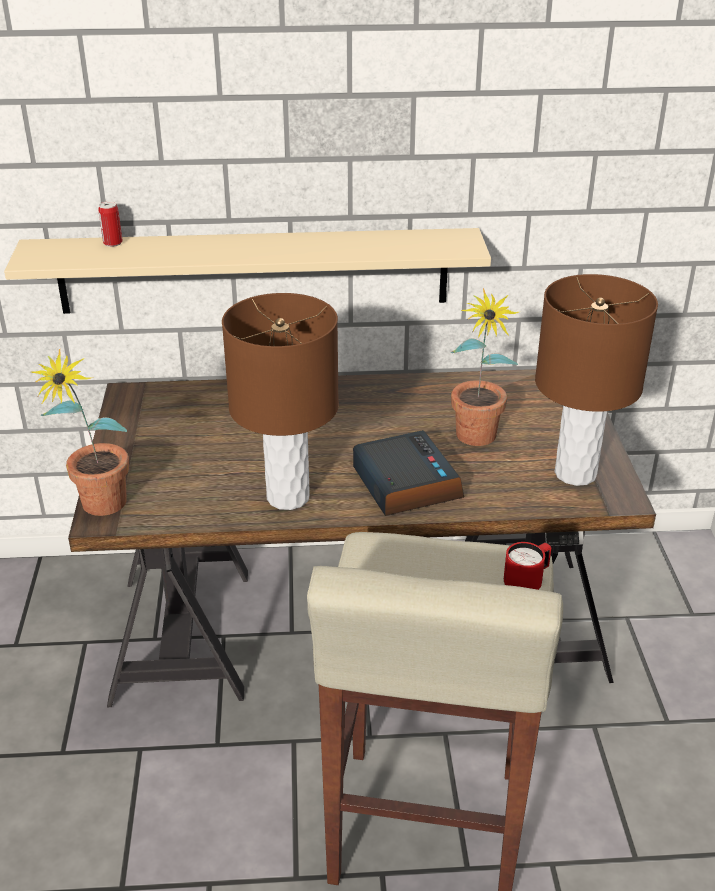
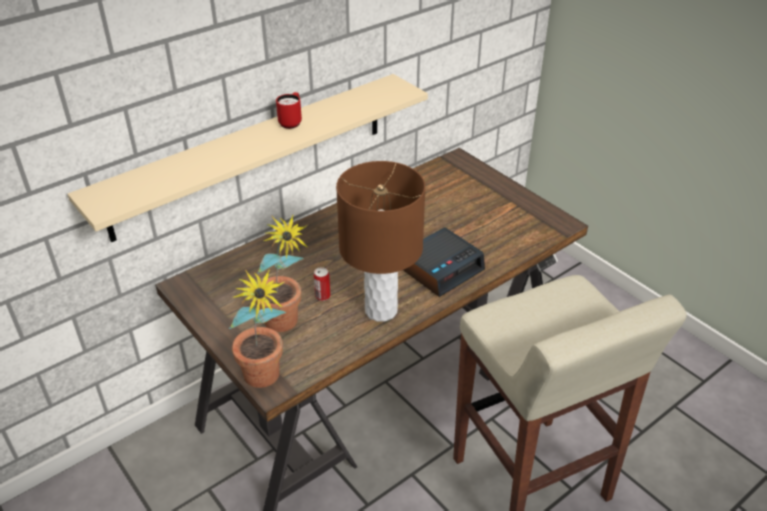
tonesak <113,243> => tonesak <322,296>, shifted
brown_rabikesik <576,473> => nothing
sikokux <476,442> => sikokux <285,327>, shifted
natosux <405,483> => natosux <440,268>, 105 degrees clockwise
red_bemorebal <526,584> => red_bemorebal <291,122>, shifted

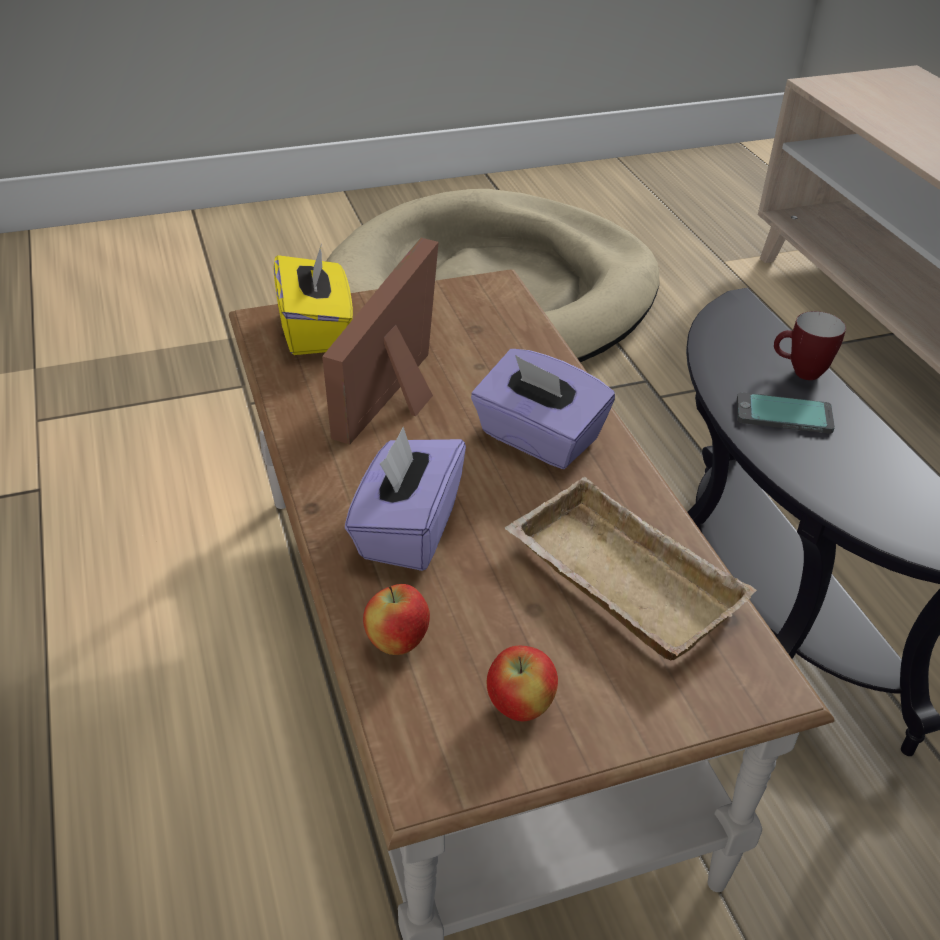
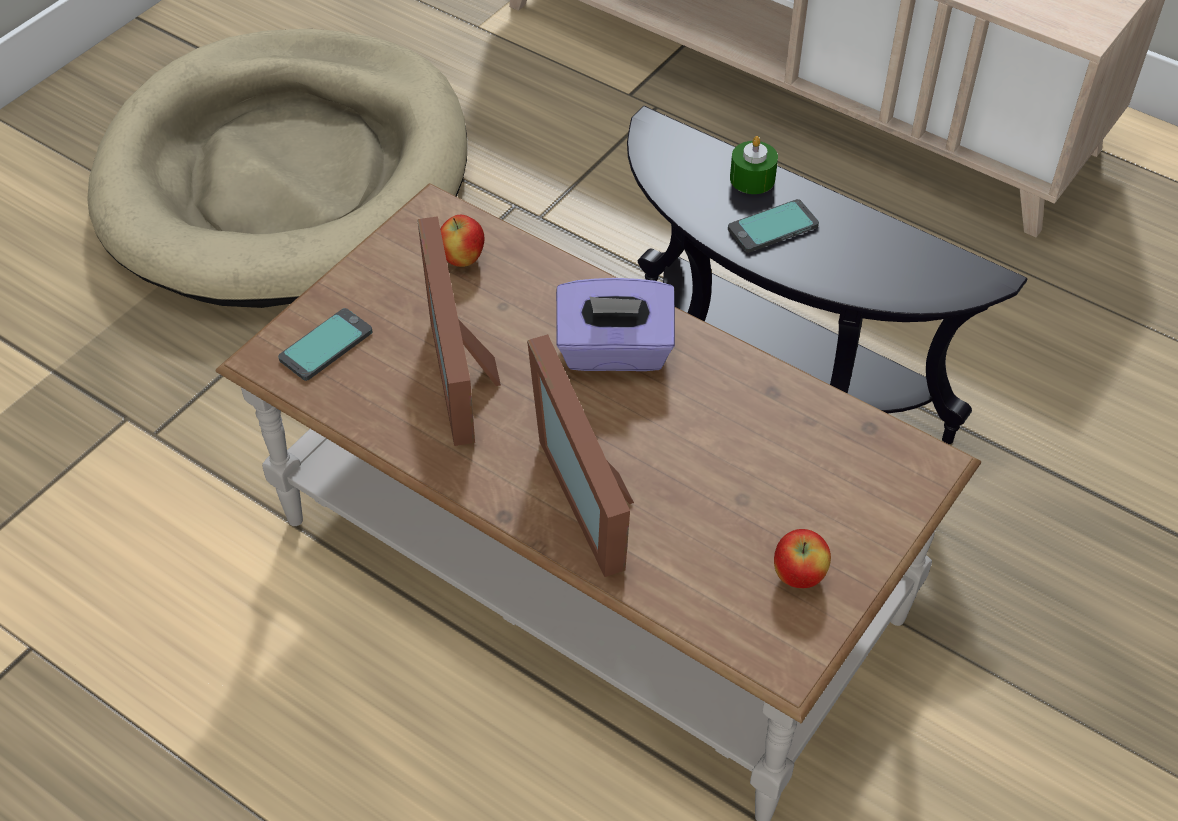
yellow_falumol <316,330> => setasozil <325,345>
bemorebal <799,373> => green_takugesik <752,178>
purple_falumol <407,529> => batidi <595,490>
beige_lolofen <615,581> => nothing
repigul <397,643> => repigul <462,259>, shifted

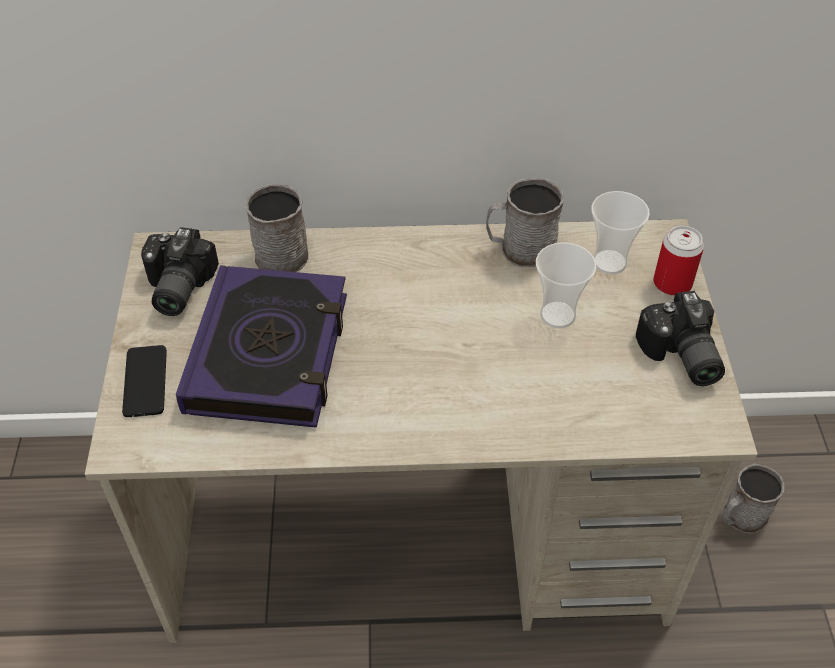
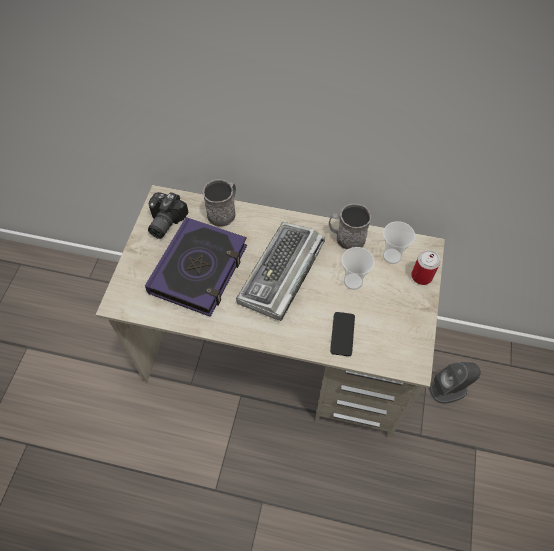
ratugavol <679,357> => nothing
setasozil <145,381> => setasozil <342,334>, shifted
grey_bemorebal <740,517> => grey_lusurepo <448,389>
nothing => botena <281,274>

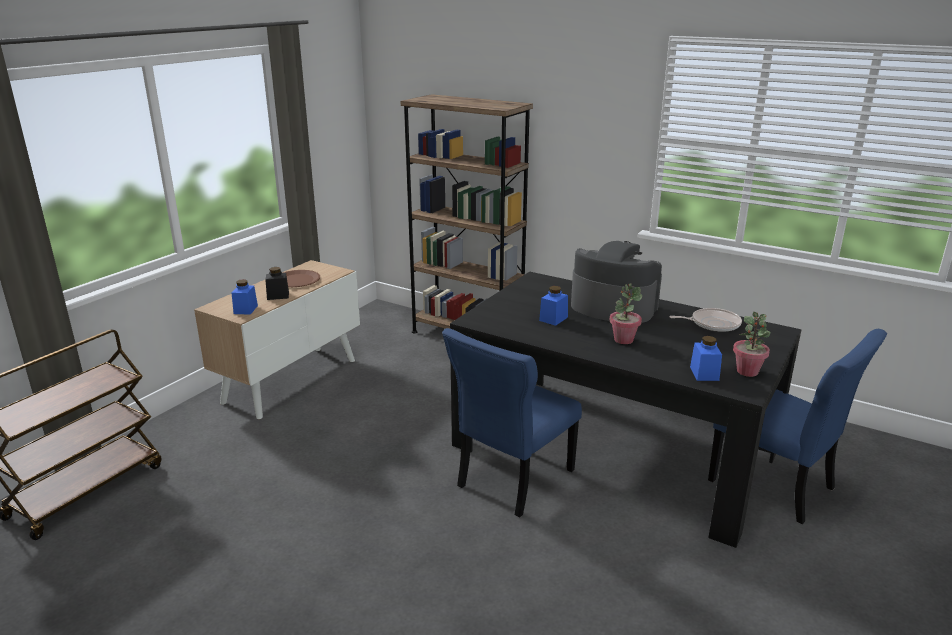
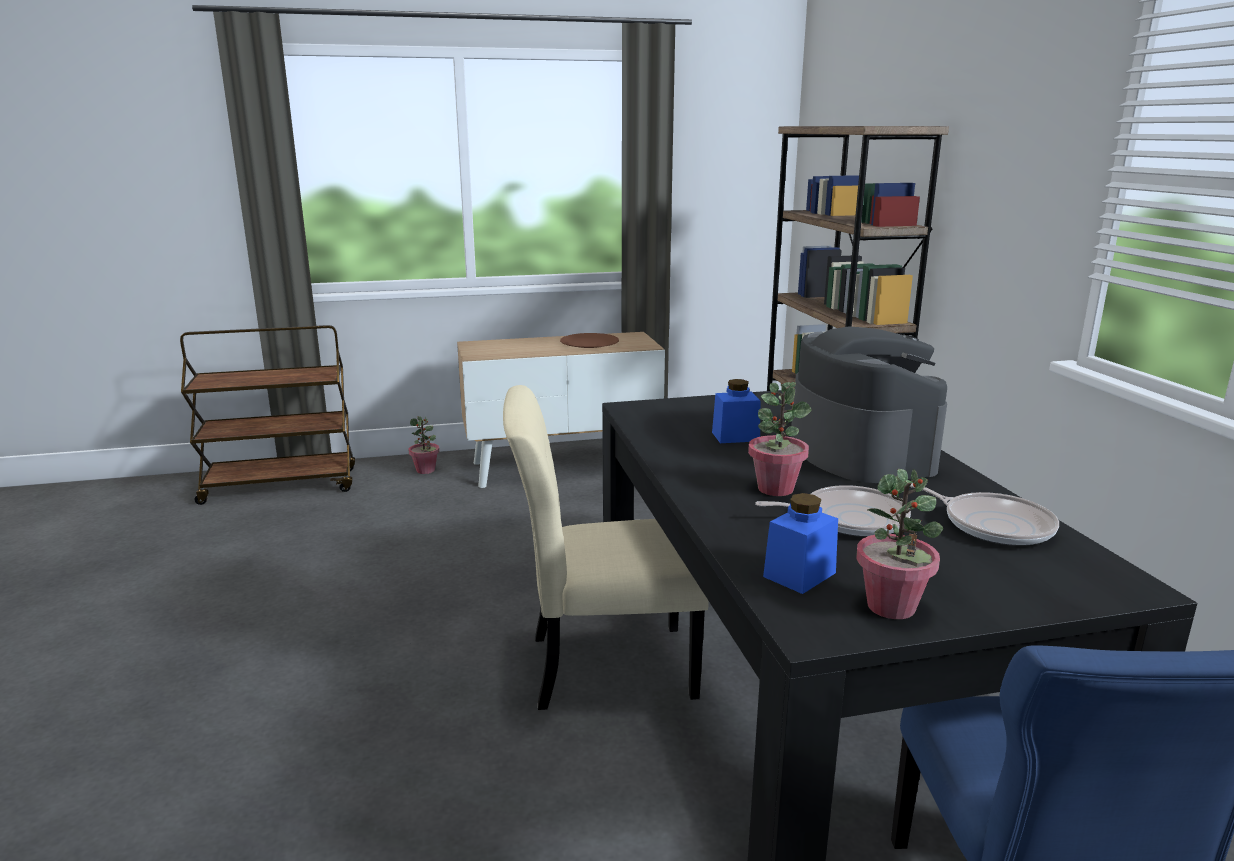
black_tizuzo <278,296> => nothing
blue_tizuzo <245,309> => nothing
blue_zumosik <512,480> => beige_zumosik <603,666>
nothing => sikokux <426,470>
nothing => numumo <848,519>

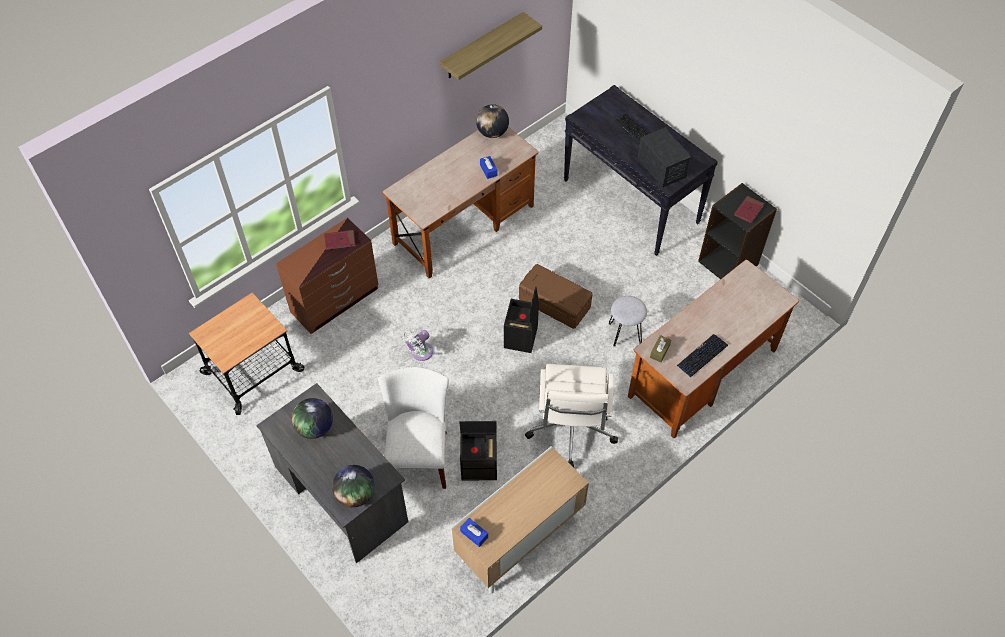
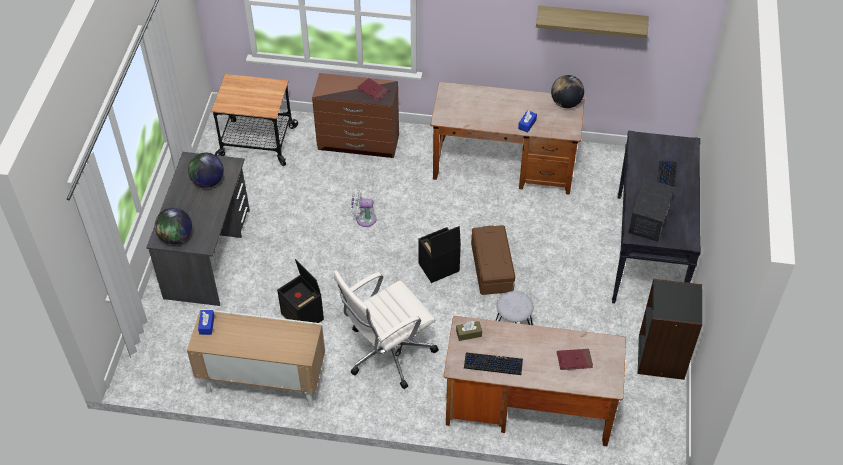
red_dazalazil <748,210> => red_dazalazil <574,360>, shifted
white_zumosik <419,454> => nothing

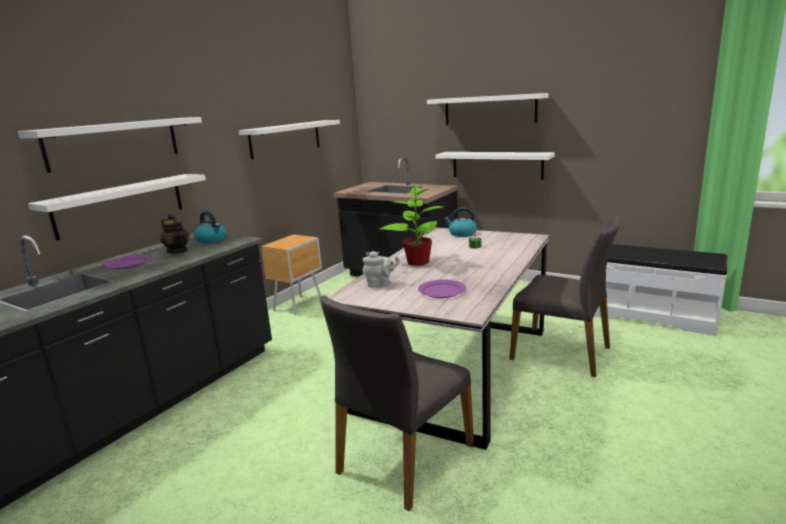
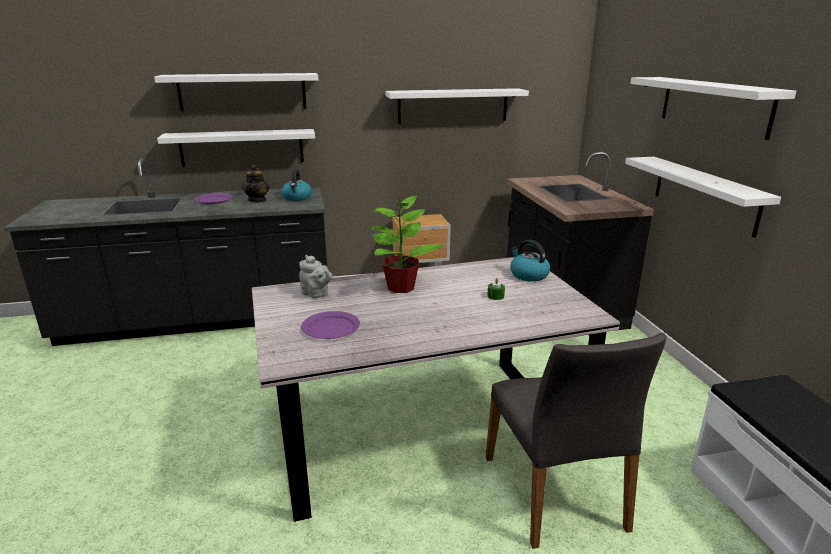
grey_zumosik <403,458> => nothing

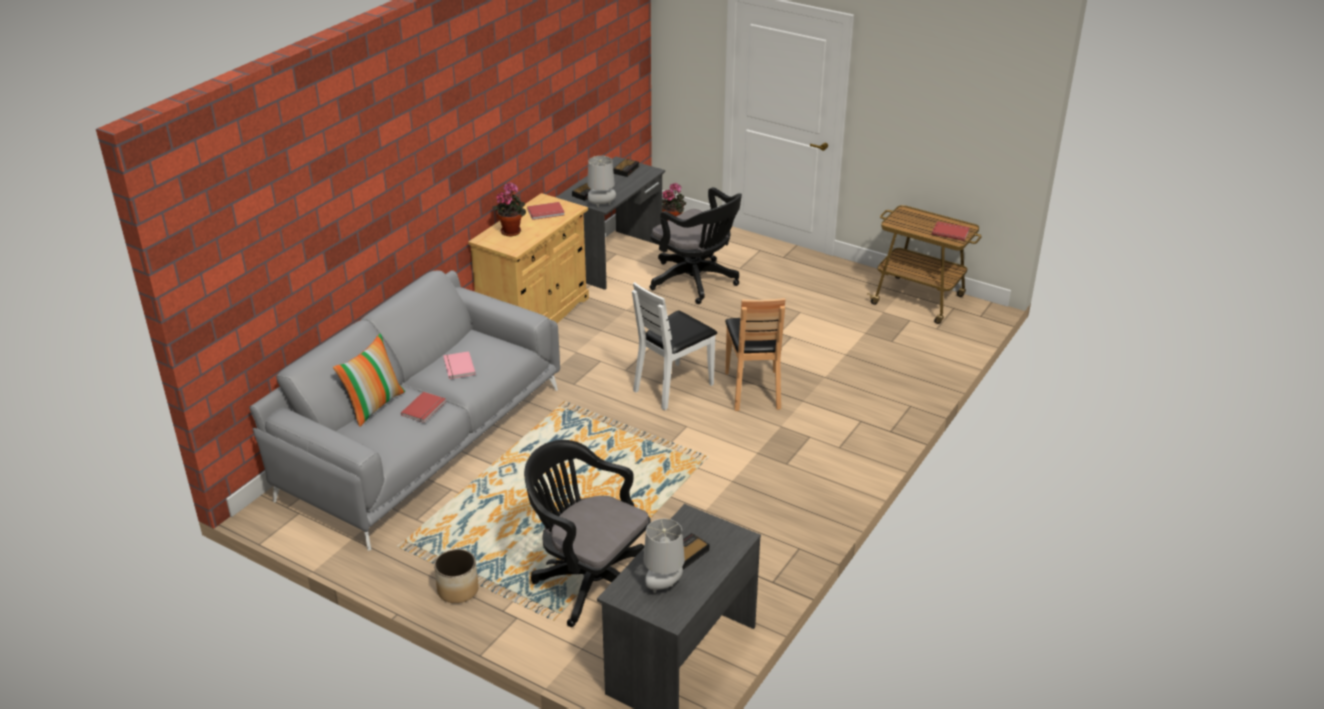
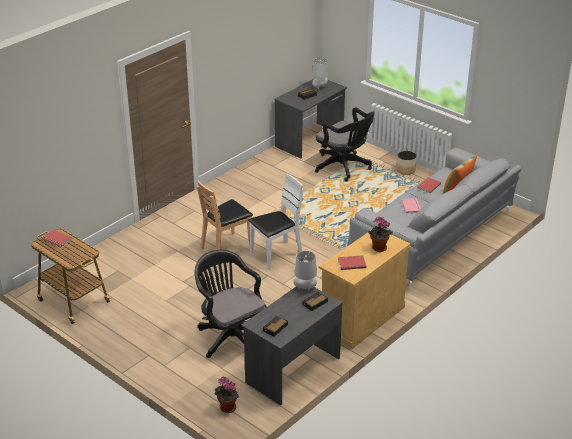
brown_zumosik <754,390> => brown_zumosik <226,247>, 135 degrees counterclockwise

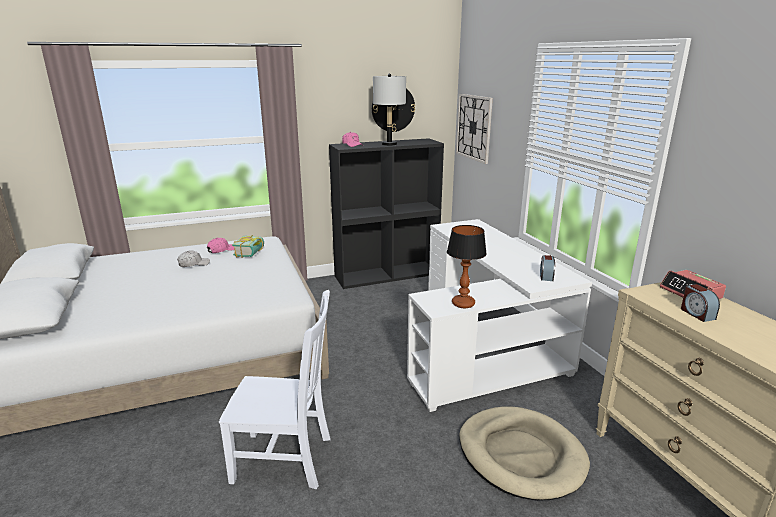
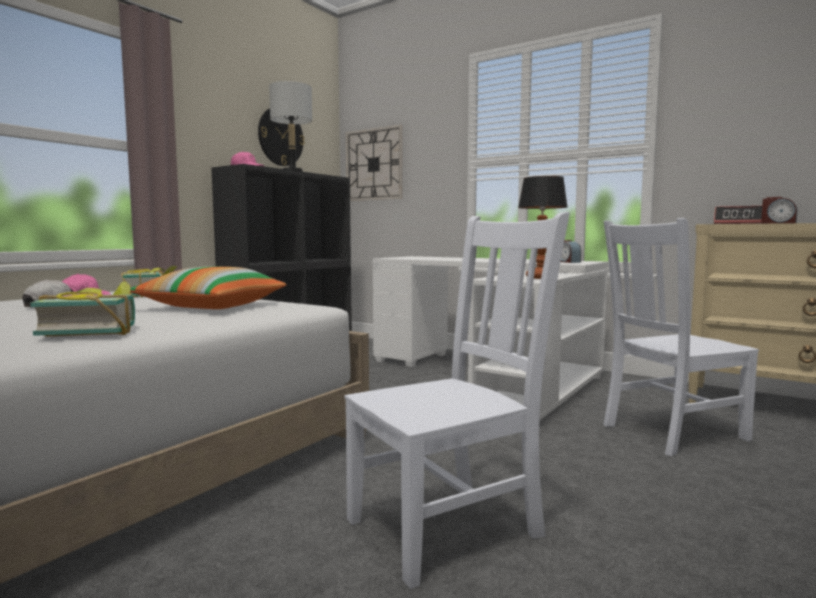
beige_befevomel <521,455> => white_zumosik <670,433>
nothing => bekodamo <212,307>
nothing => dazalazil <91,332>

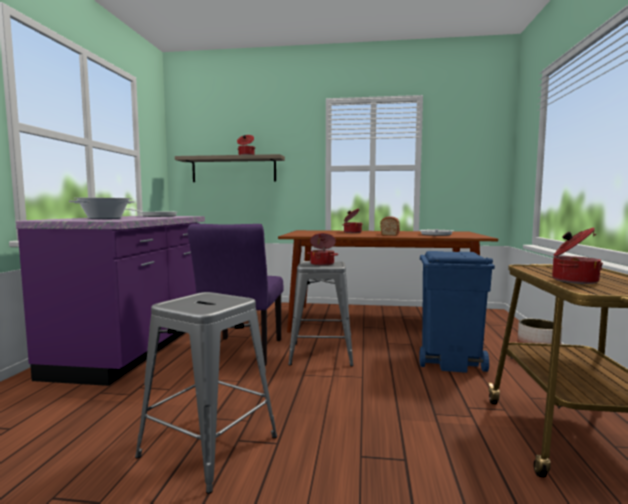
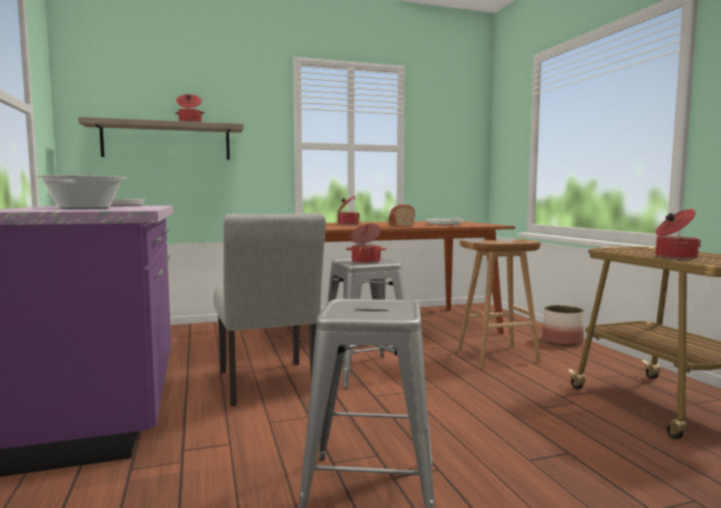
purple_zumosik <241,353> => grey_zumosik <268,386>
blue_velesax <449,360> => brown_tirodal <497,357>

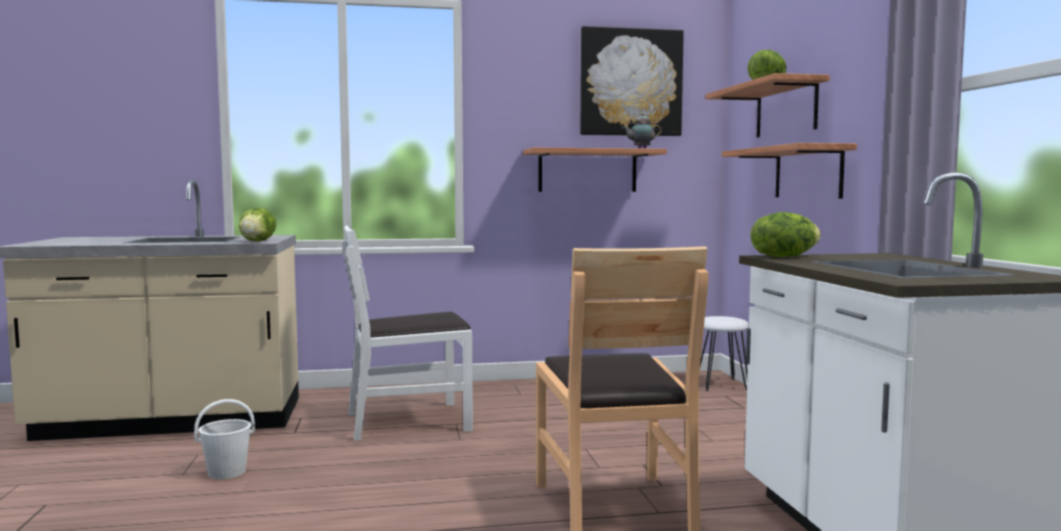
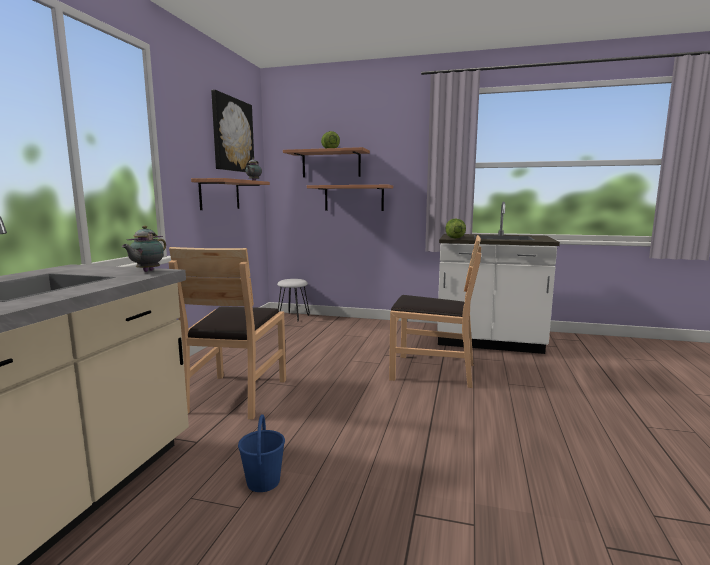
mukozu <258,241> => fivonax <146,271>
white_zumosik <408,421> => brown_zumosik <236,395>
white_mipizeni <227,472> => blue_mipizeni <263,481>

